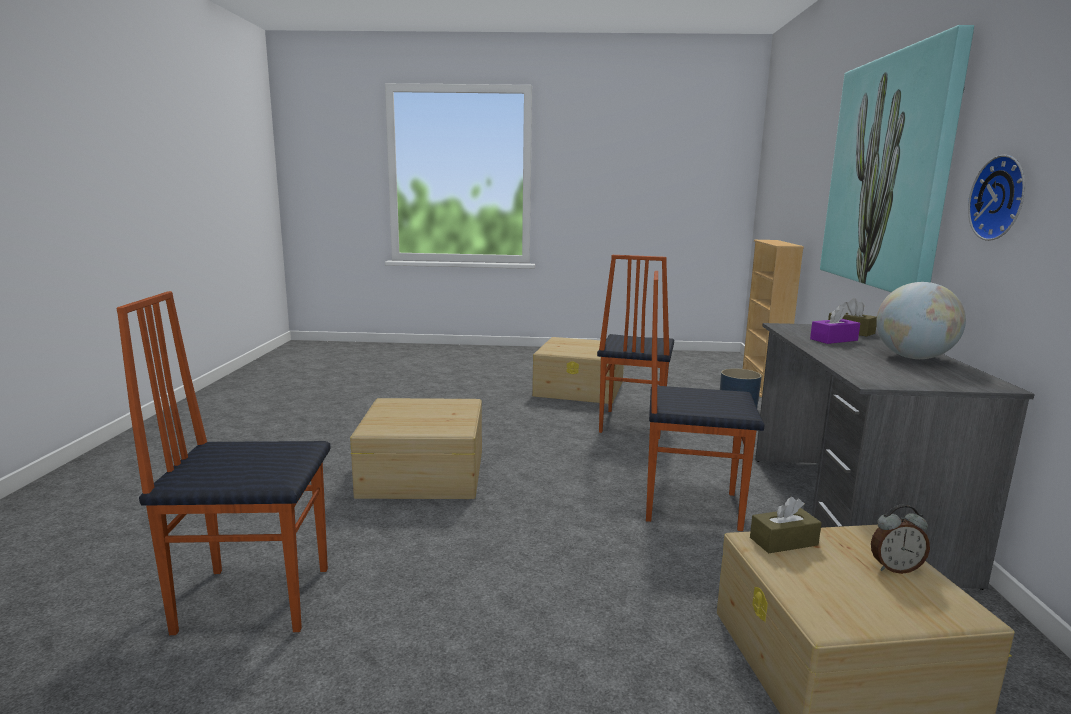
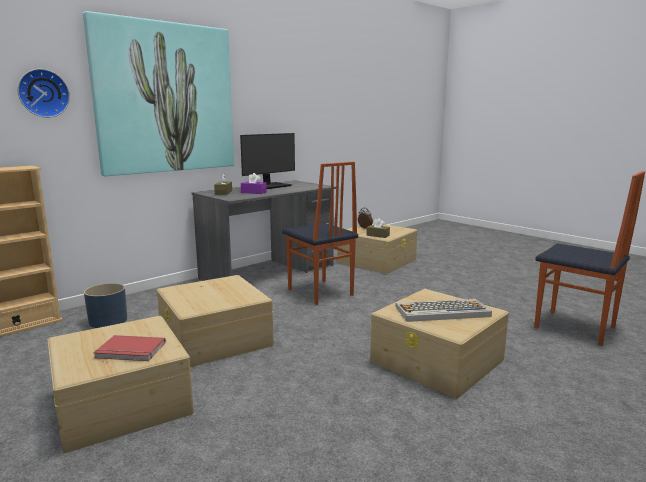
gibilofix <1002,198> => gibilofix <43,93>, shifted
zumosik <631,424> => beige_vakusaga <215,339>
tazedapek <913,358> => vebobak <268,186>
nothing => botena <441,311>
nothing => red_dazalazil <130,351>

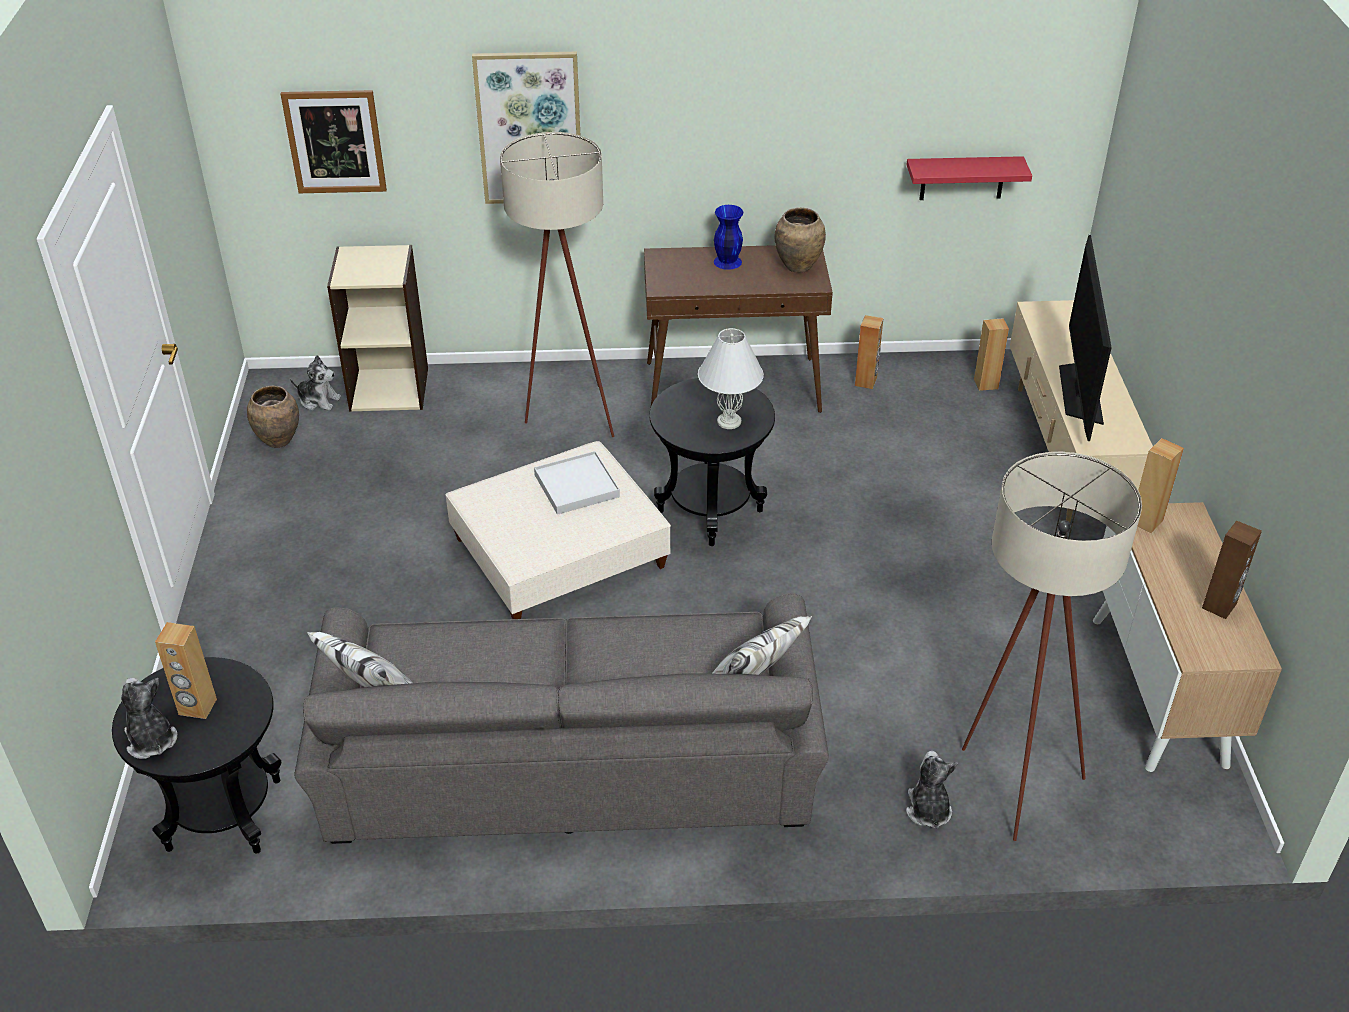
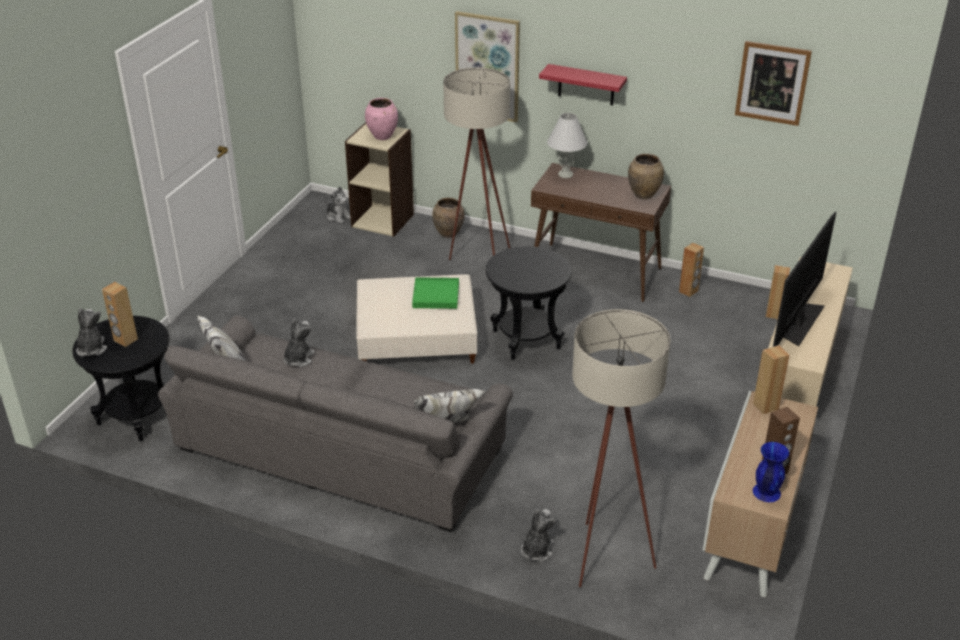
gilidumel <335,141> => gilidumel <772,83>, shifted
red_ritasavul <962,178> => red_ritasavul <586,85>, shifted
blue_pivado <727,262> => blue_pivado <766,492>, shifted
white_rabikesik <729,422> => white_rabikesik <565,174>, shifted
brown_pivado <278,440> => brown_pivado <448,234>, shifted
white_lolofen <577,486> => green_lolofen <436,295>
nothing => pink_pivado <383,136>
nothing => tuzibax <298,359>

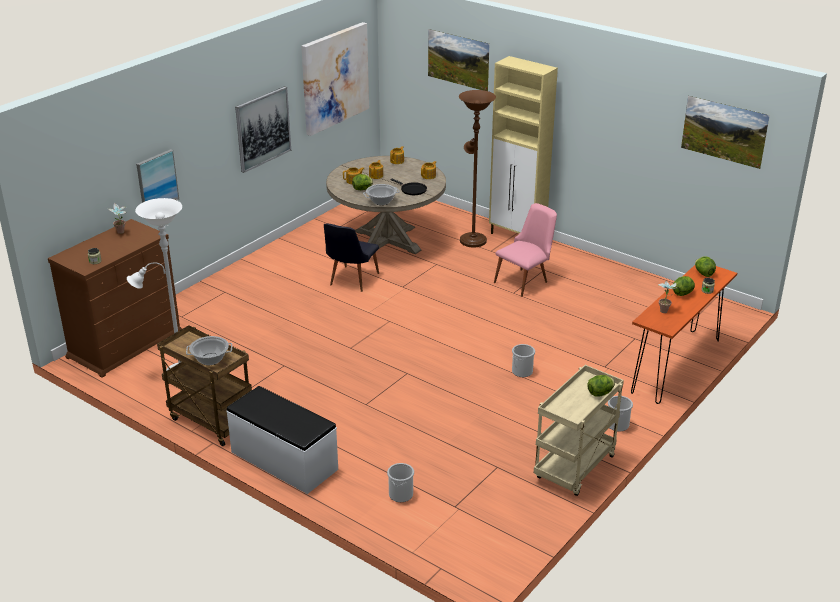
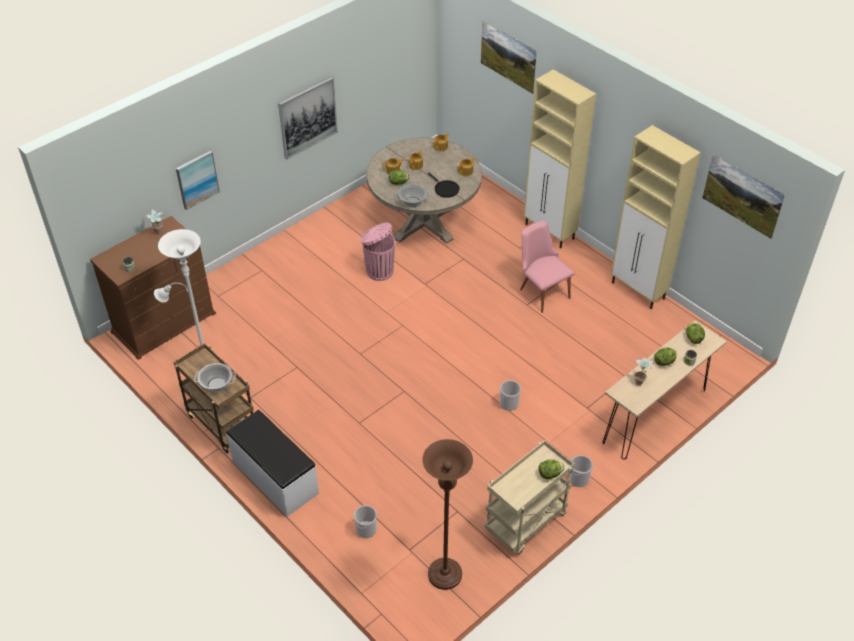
gilidumel <334,78> => nothing
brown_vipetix <472,239> => brown_vipetix <444,570>, shifted
pink_zumosik <525,281> => pink_zumosik <542,290>, 90 degrees counterclockwise
black_zumosik <351,281> => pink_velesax <379,271>
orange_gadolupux <676,366> => beige_gadolupux <654,416>
nothing => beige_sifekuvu <638,291>

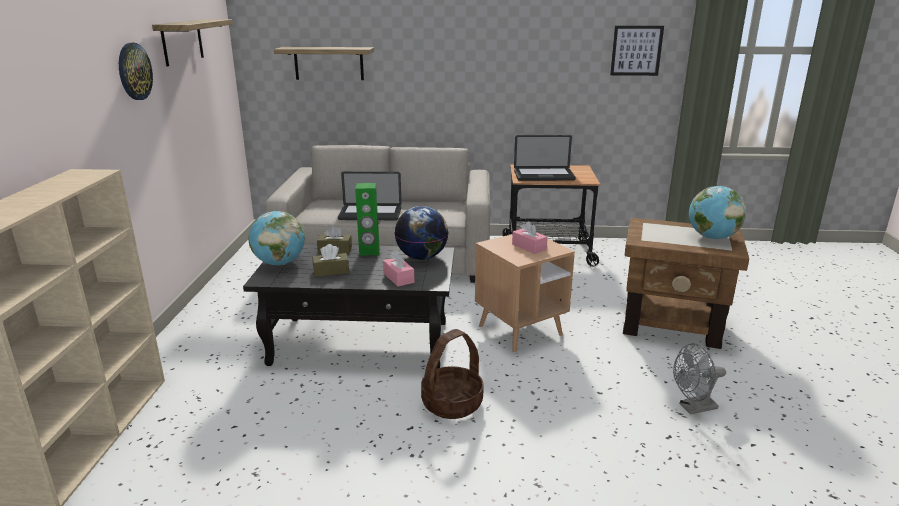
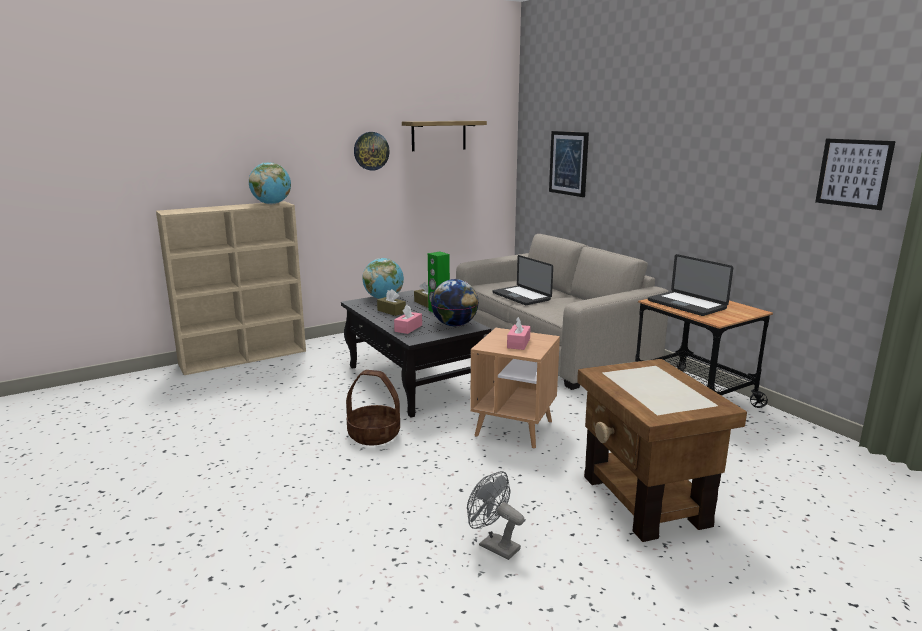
ritasavul <329,63> => gilidumel <569,163>
tazedapek <712,237> => tazedapek <271,204>, shifted

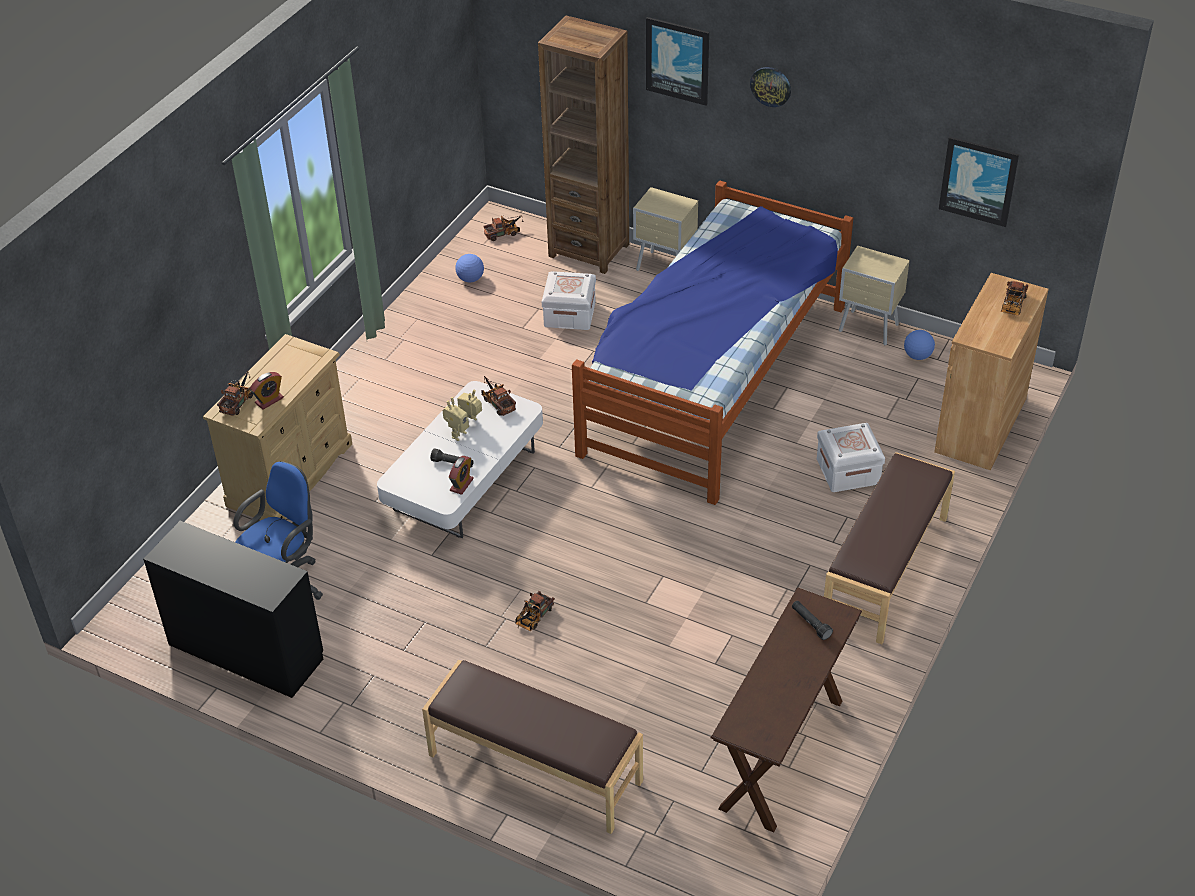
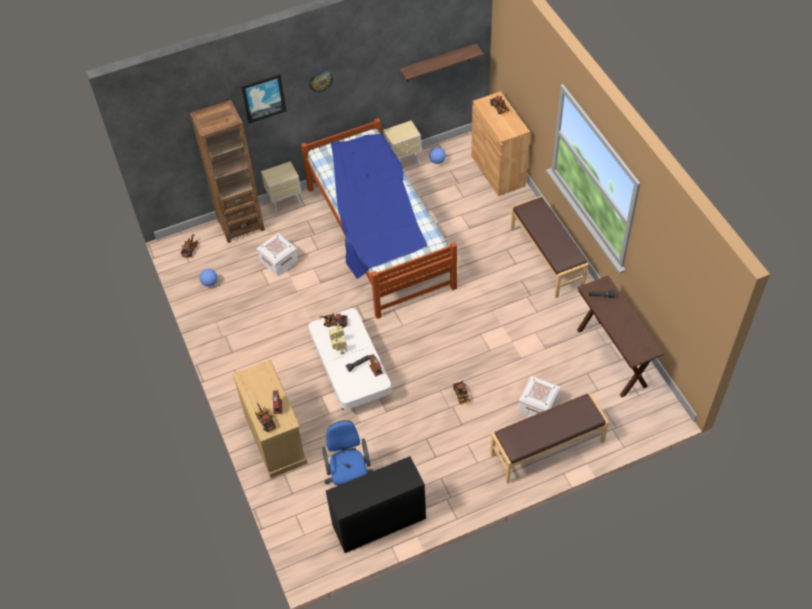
gilidumel <978,181> => ritasavul <438,63>
white_vakusaga <848,471> => white_vakusaga <538,405>, shifted

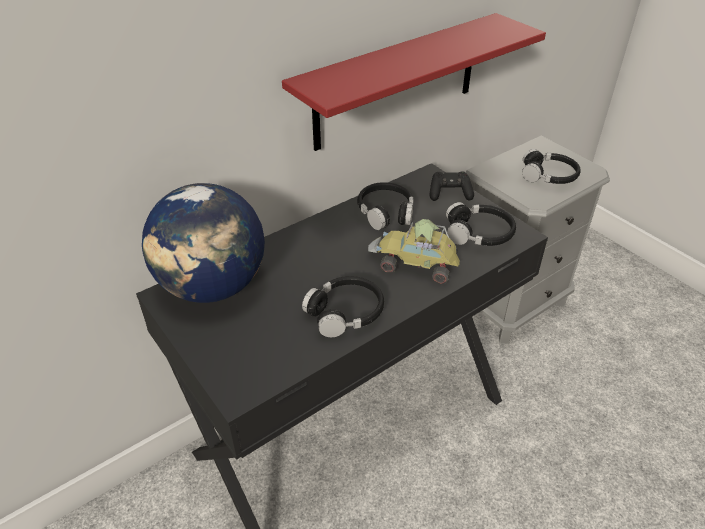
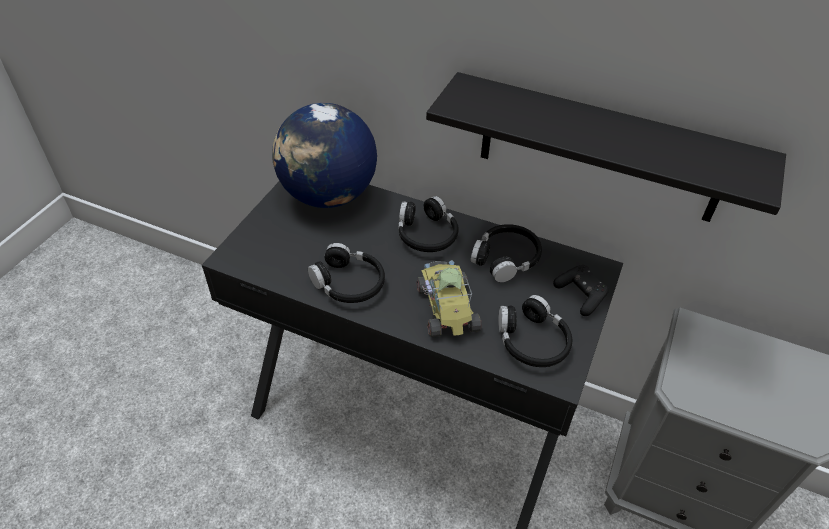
red_ritasavul <397,82> => black_ritasavul <600,150>
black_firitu <549,175> => black_firitu <426,234>, shifted

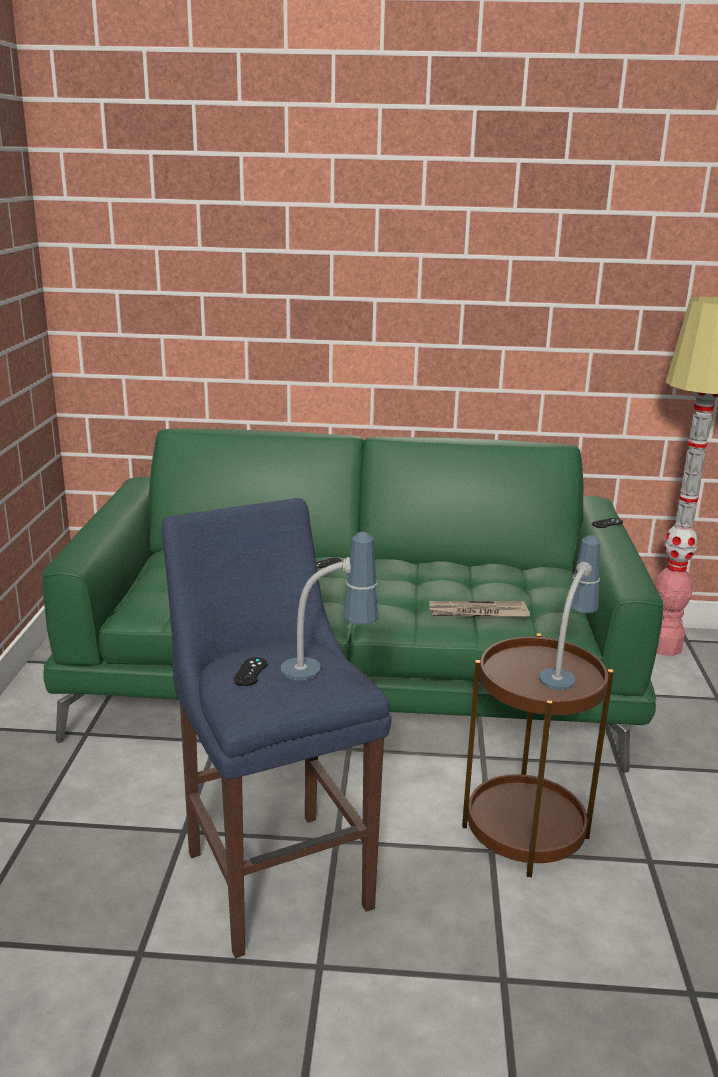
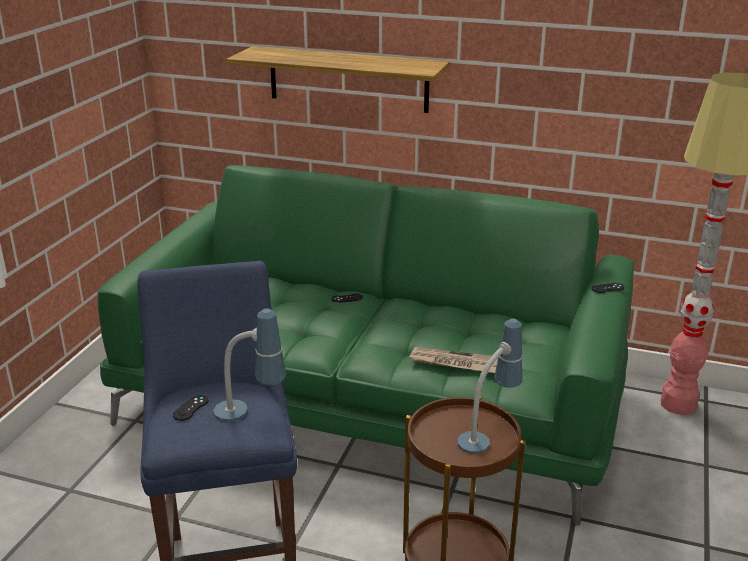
nothing => ritasavul <348,79>

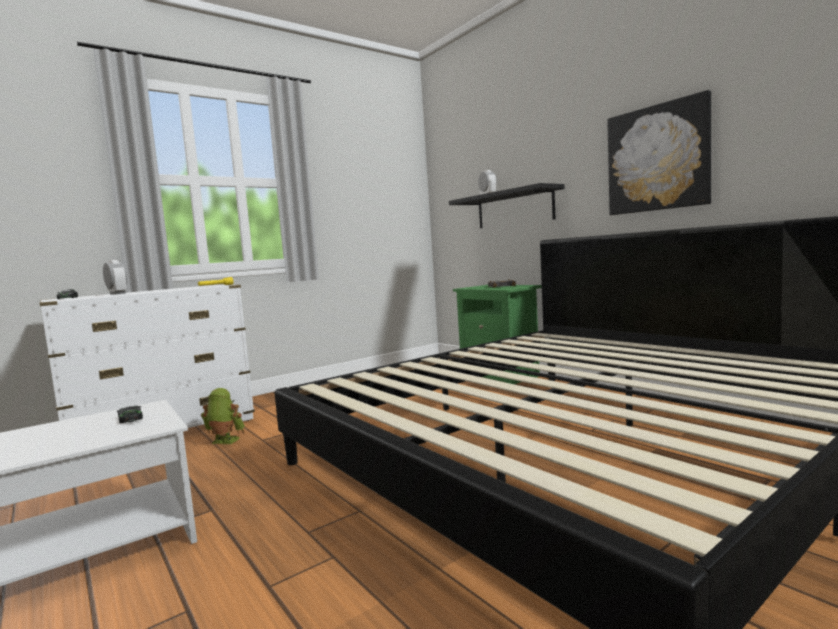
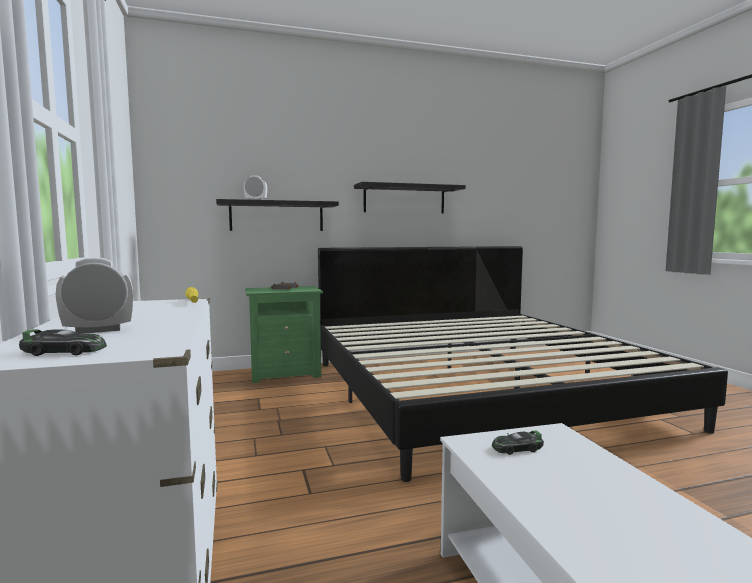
gilidumel <657,158> => black_ritasavul <404,199>
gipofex <224,441> => nothing

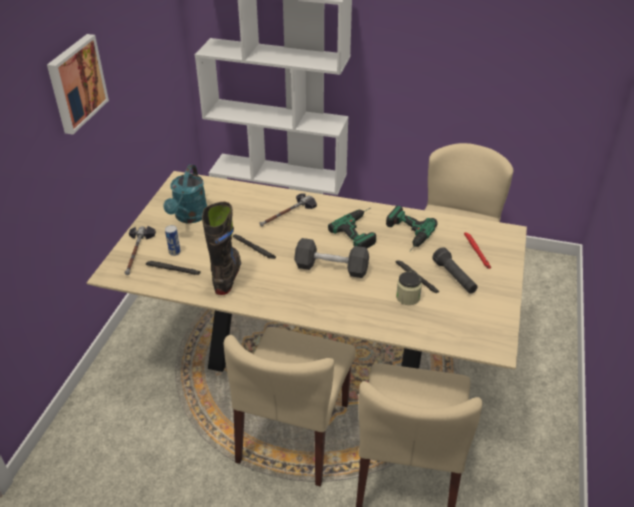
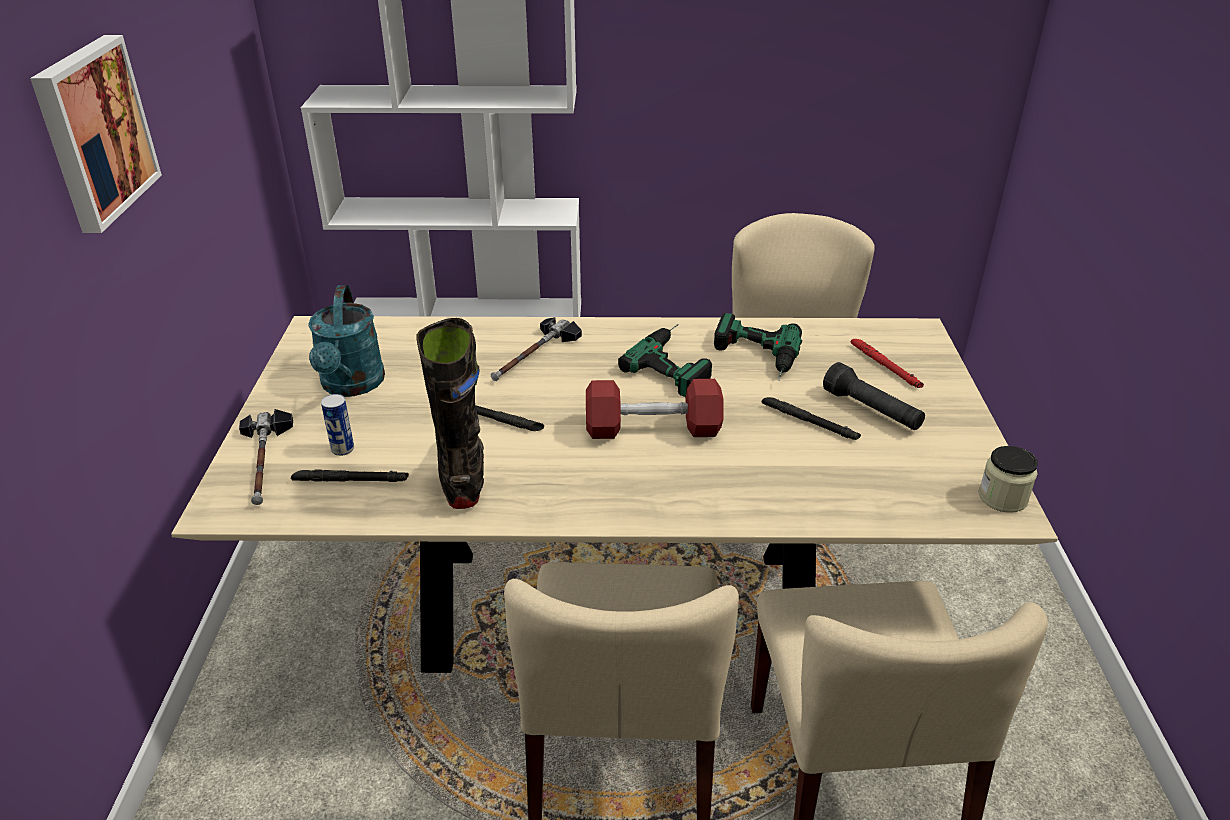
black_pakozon <331,268> => red_pakozon <653,429>
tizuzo <408,297> => tizuzo <1002,498>, shifted

